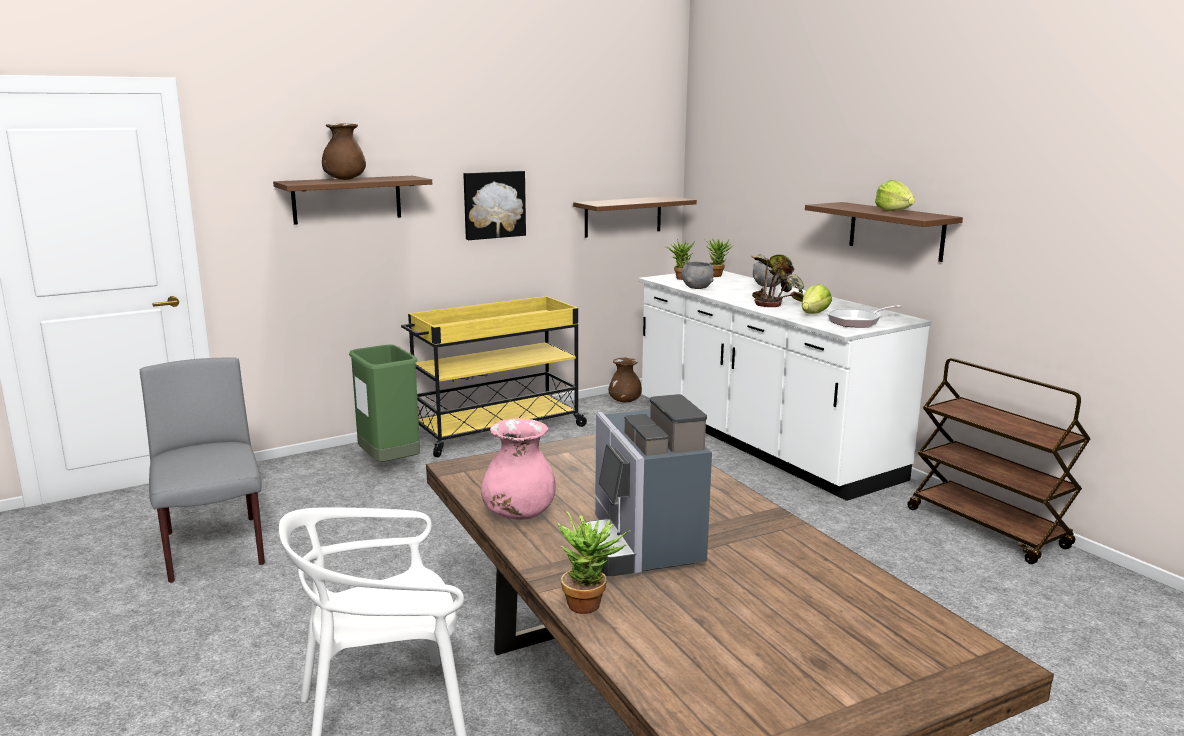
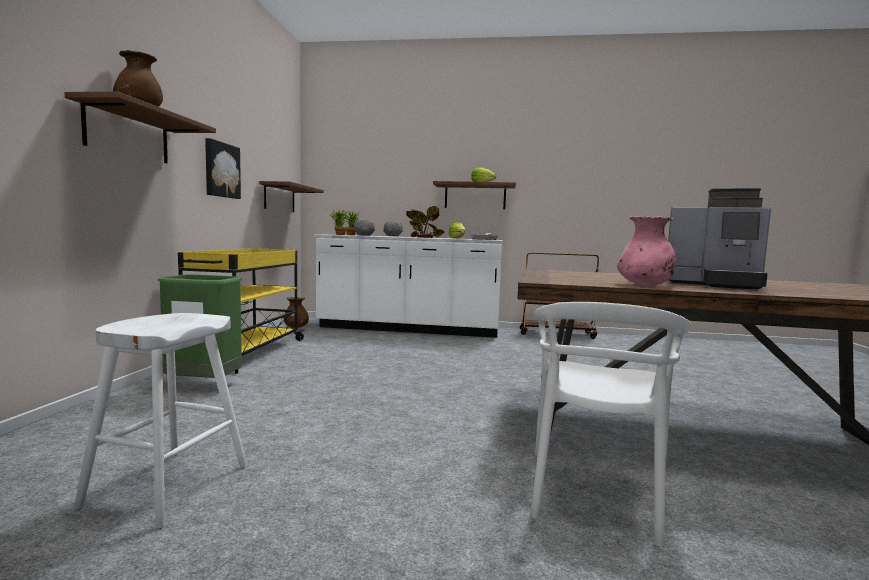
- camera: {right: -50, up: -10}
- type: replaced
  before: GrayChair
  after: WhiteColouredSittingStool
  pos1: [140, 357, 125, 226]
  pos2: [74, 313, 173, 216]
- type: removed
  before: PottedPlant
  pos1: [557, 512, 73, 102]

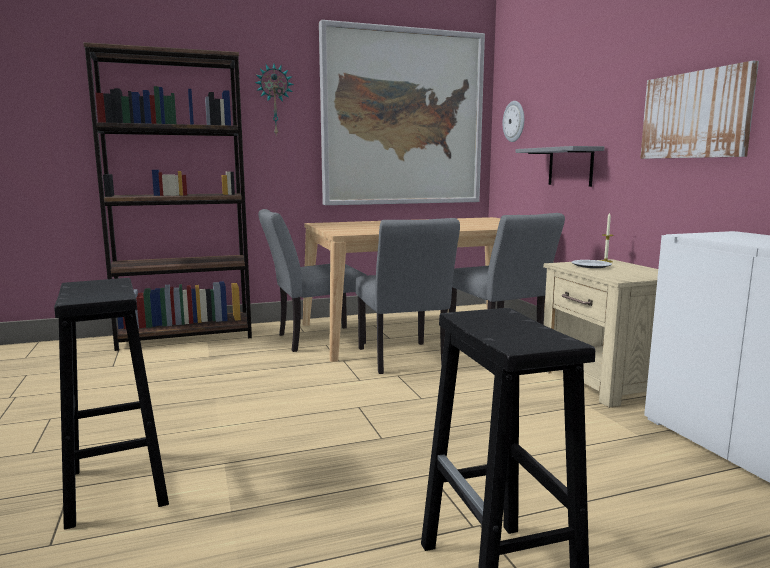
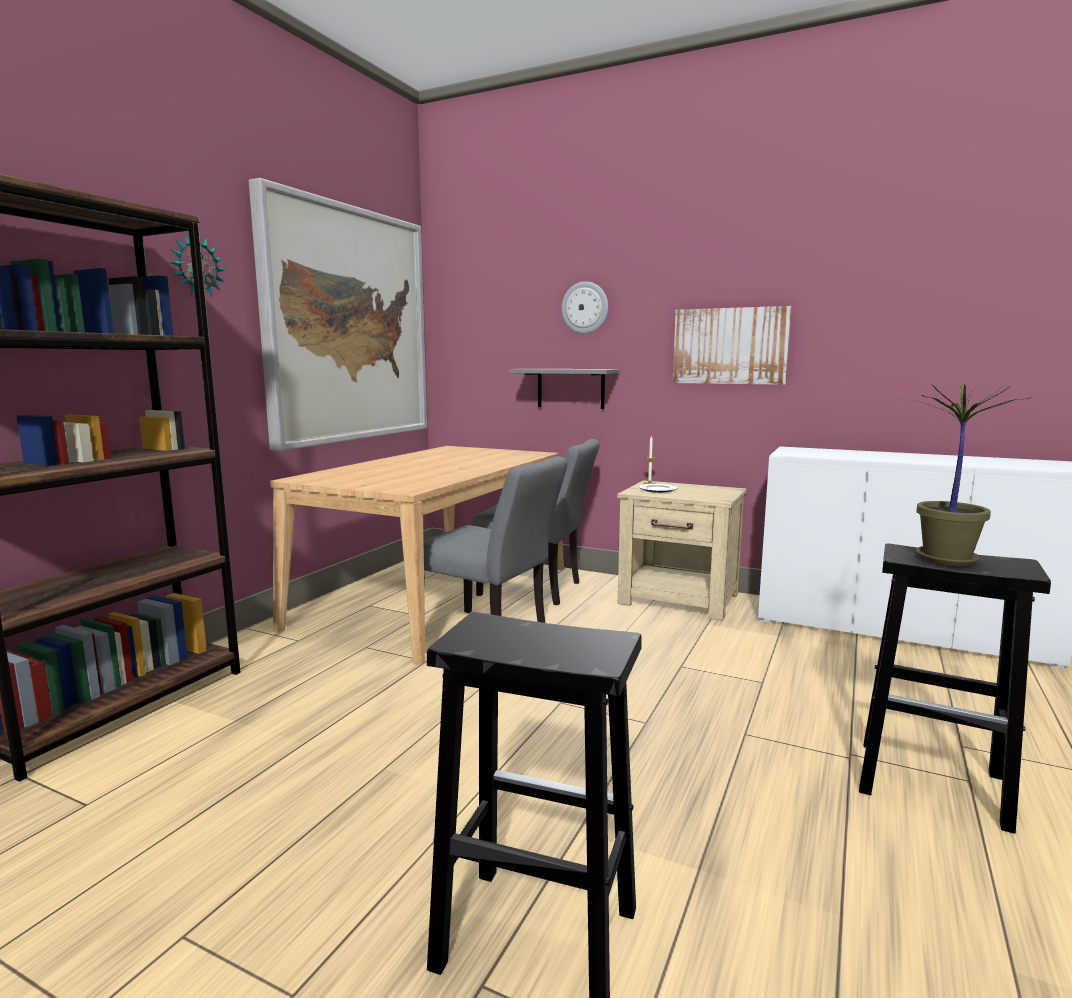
- camera: {right: -45, up: 0}
- type: removed
  before: GrayChair
  pos1: [258, 209, 109, 143]
- type: moved
  before: WallClock
  pos1: [503, 101, 21, 41]
  pos2: [561, 281, 47, 53]
- type: added
  after: PottedPlant
  pos2: [899, 385, 132, 181]

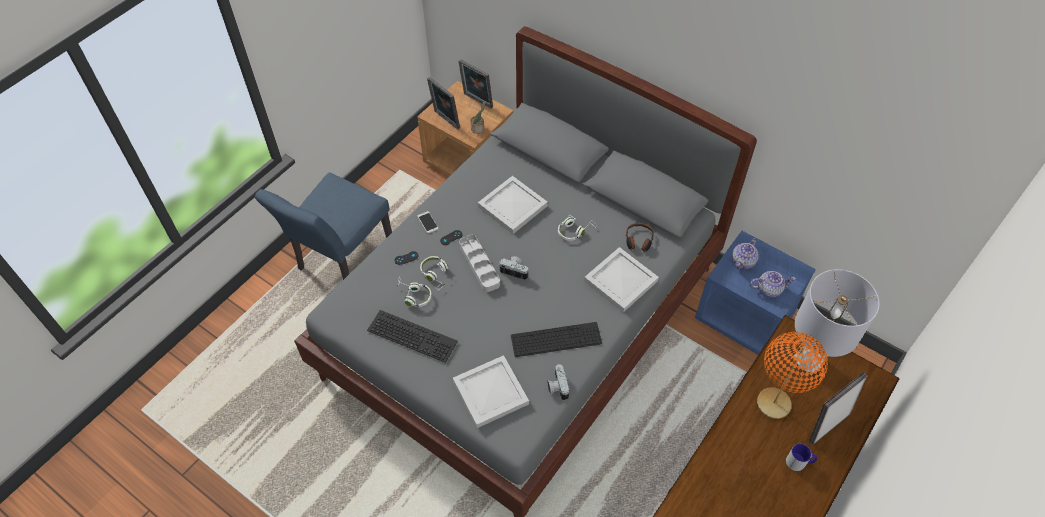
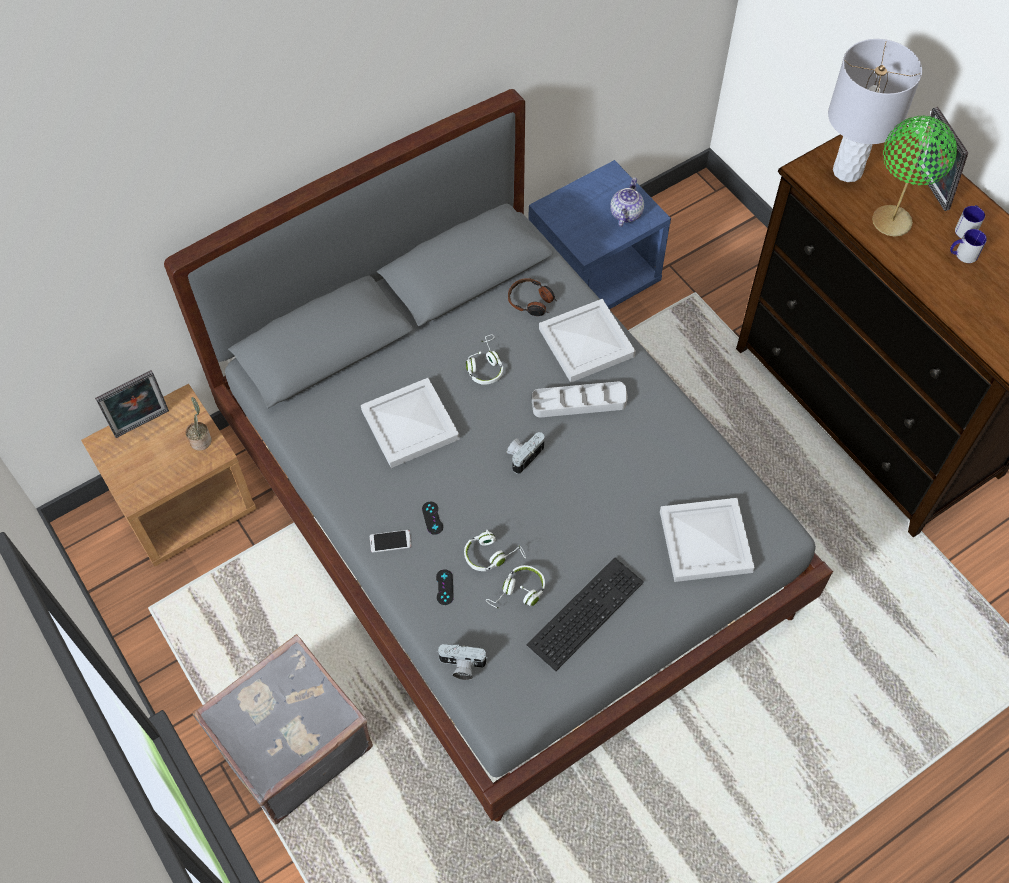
- camera: {right: -70, up: 5}
- type: replaced
  before: BlueColouredChair
  after: GraySuitcase
  pos1: [255, 172, 137, 108]
  pos2: [193, 634, 180, 191]
- type: removed
  before: PictureFrame
  pos1: [427, 77, 33, 53]
- type: moved
  before: GrayServingTray
  pos1: [459, 235, 41, 57]
  pos2: [532, 382, 96, 35]
- type: removed
  before: ComputerKeyboard
  pos1: [511, 322, 91, 35]
- type: moved
  before: StillCamera
  pos1: [547, 364, 23, 36]
  pos2: [437, 644, 50, 36]
- type: removed
  before: Teapot
  pos1: [732, 238, 27, 31]
- type: recoloured
  before: OrangeColouredTableLamp
  after: GreenColouredTableLamp
  pos1: [757, 332, 71, 87]
  pos2: [872, 116, 85, 120]
- type: added
  after: CoffeeMug
  pos2: [950, 229, 37, 34]

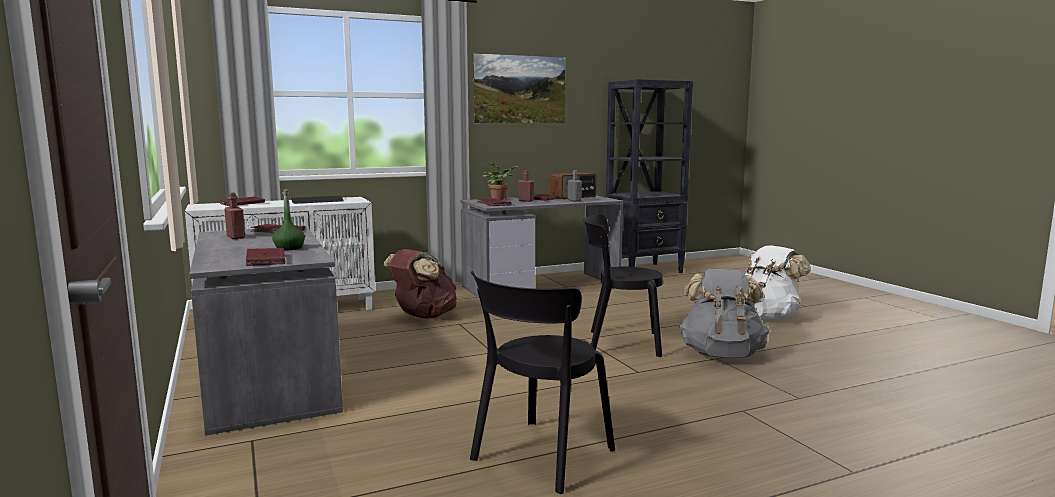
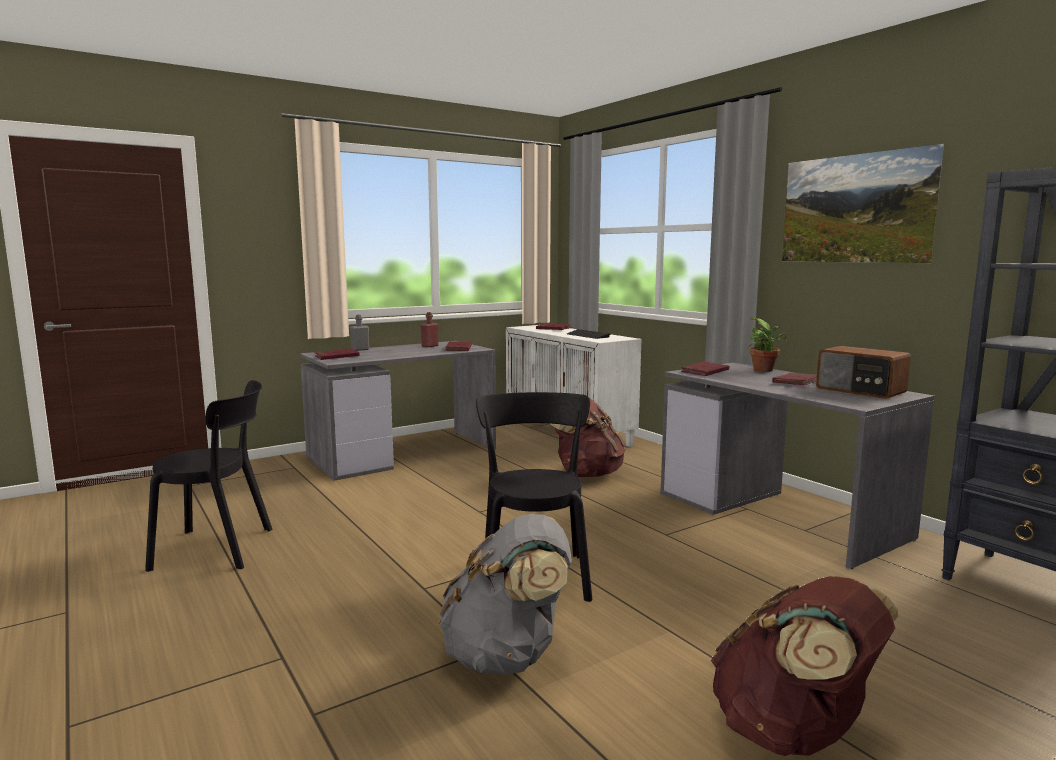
- camera: {right: 80, up: 0}
- type: removed
  before: GreenColouredBottle
  pos1: [272, 189, 33, 61]
- type: turned
  before: BlackChair
  pos1: [470, 271, 145, 223]
  pos2: [145, 380, 127, 192]
  turn: 150
- type: removed
  before: RedColouredBottle
  pos1: [518, 170, 16, 32]
- type: moved
  before: GrayBottle
  pos1: [568, 170, 14, 32]
  pos2: [350, 314, 19, 37]
- type: recoloured
  before: WhiteColouredBackpack
  after: BrownBackpack
  pos1: [745, 245, 66, 74]
  pos2: [711, 576, 188, 180]

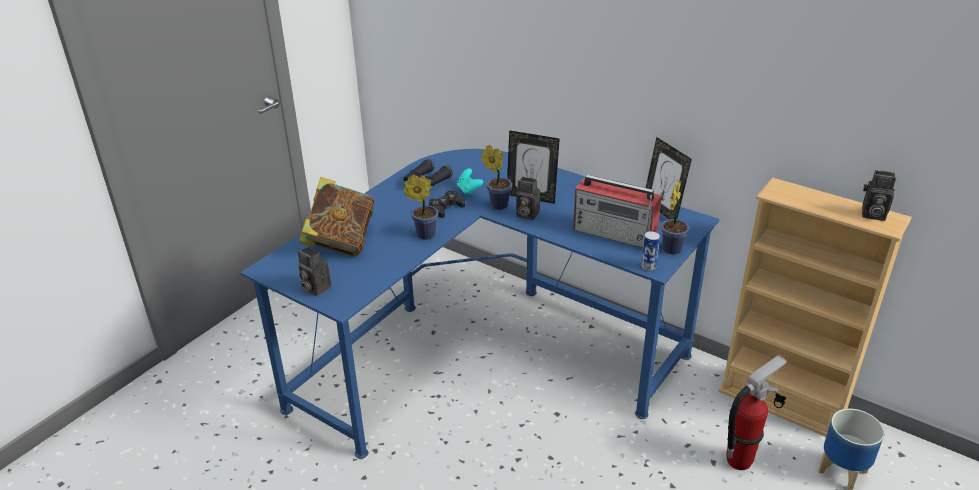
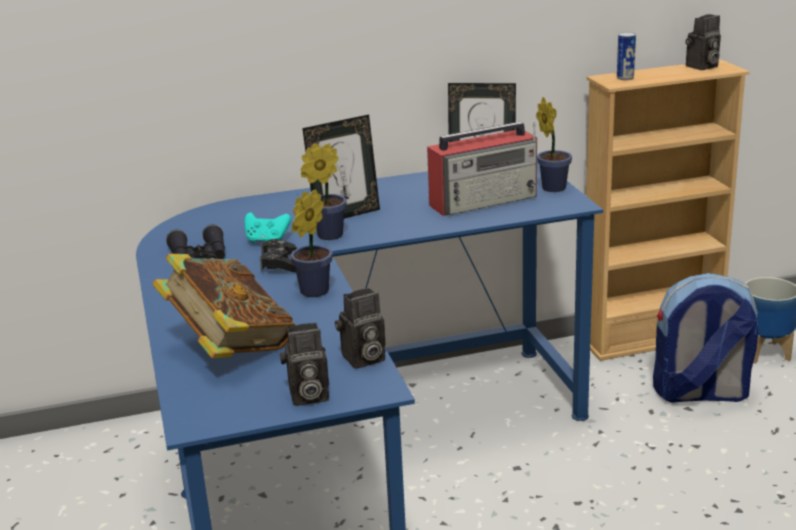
- camera: {right: -50, up: -10}
- type: moved
  before: StillCamera
  pos1: [516, 177, 24, 43]
  pos2: [335, 288, 50, 81]
- type: moved
  before: SealedCan
  pos1: [641, 231, 19, 40]
  pos2: [617, 32, 19, 48]
- type: replaced
  before: FireExtinguisher
  after: Backpack
  pos1: [726, 355, 61, 115]
  pos2: [653, 273, 105, 130]

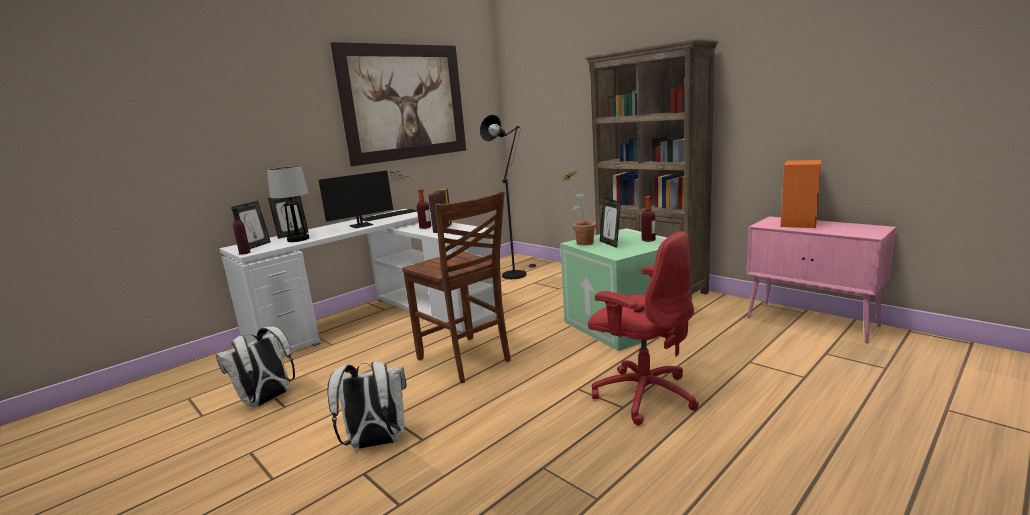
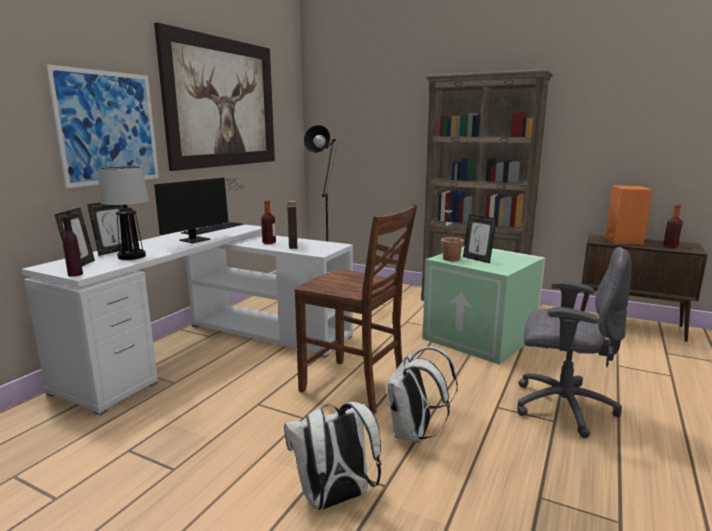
- camera: {right: -20, up: 0}
- type: moved
  before: WhiteColouredBackpack
  pos1: [216, 327, 79, 80]
  pos2: [387, 346, 71, 97]
- type: recoloured
  before: RedColouredComputerChair
  after: GrayComputerChair
  pos1: [588, 231, 111, 194]
  pos2: [517, 247, 115, 191]
- type: moved
  before: Bottle
  pos1: [641, 196, 14, 46]
  pos2: [663, 205, 20, 43]
- type: recoloured
  before: PinkCabinet
  after: BrownCabinet
  pos1: [747, 216, 149, 127]
  pos2: [580, 234, 128, 108]
- type: added
  after: WallArt
  pos2: [45, 64, 114, 124]

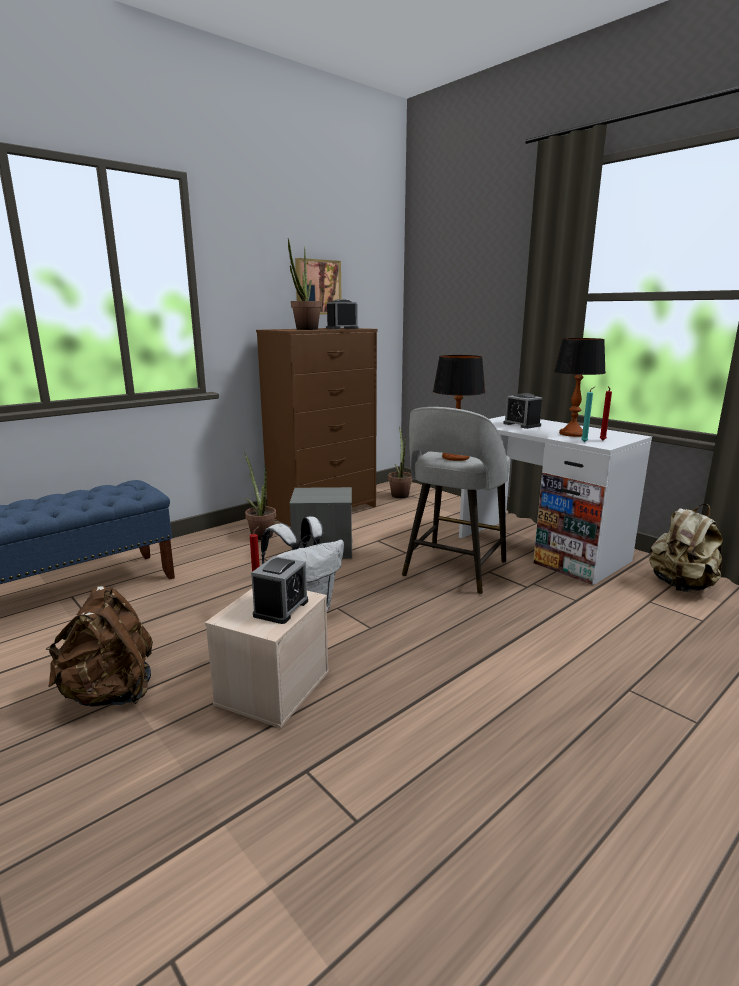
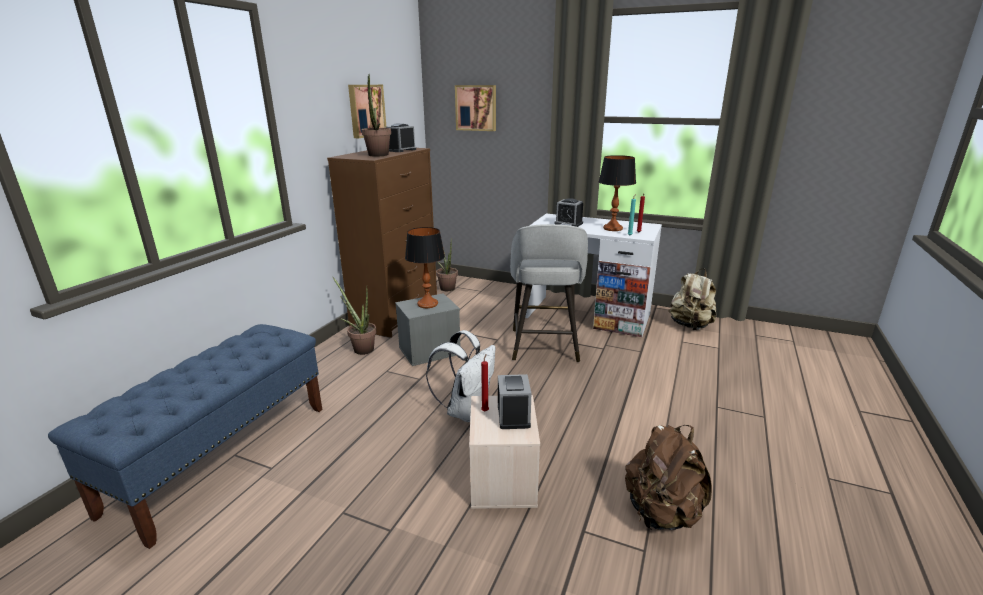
- camera: {right: -25, up: 5}
- type: moved
  before: BrownBackpack
  pos1: [46, 586, 107, 120]
  pos2: [625, 425, 87, 105]
- type: moved
  before: TableLamp
  pos1: [433, 355, 53, 106]
  pos2: [405, 227, 40, 81]
- type: added
  after: WallArt
  pos2: [455, 85, 41, 46]

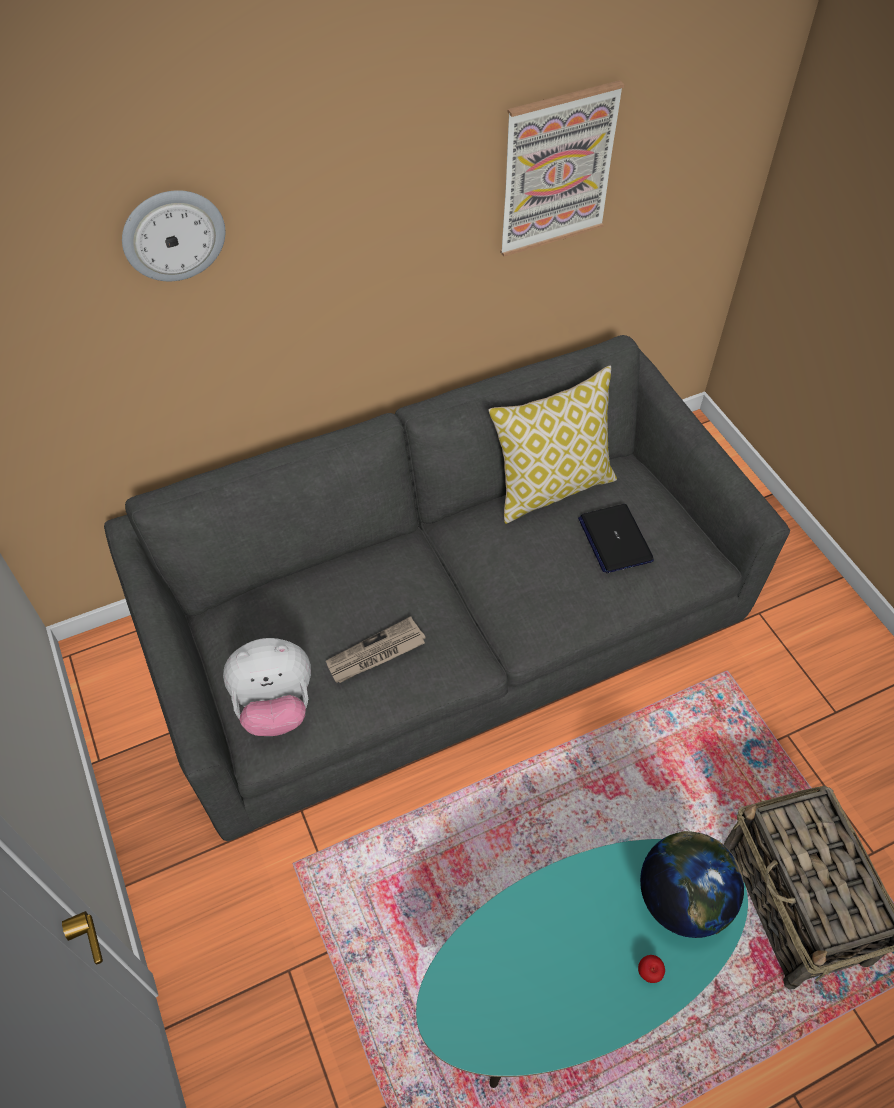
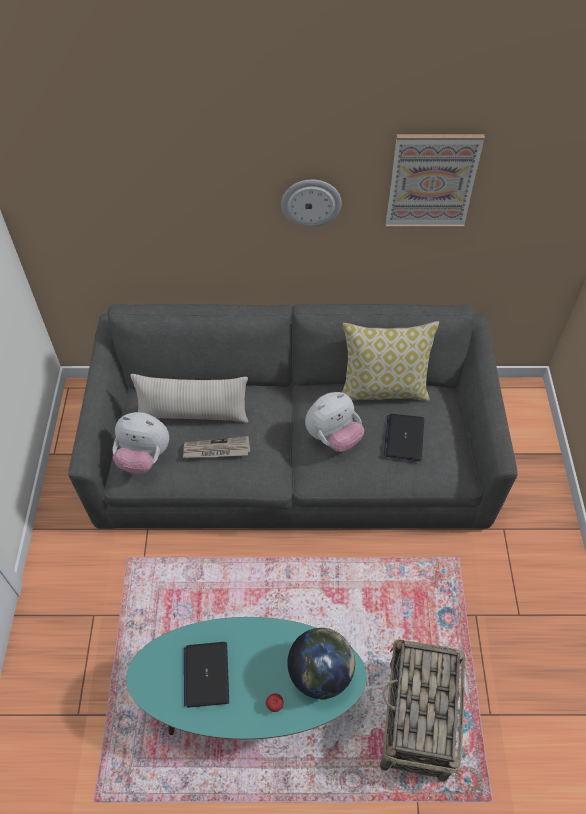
- camera: {right: 25, up: 0}
- type: moved
  before: WallClock
  pos1: [122, 190, 103, 91]
  pos2: [281, 180, 61, 47]
- type: added
  after: SandColouredThrowPillow
  pos2: [130, 374, 118, 49]
- type: added
  after: NotebookComputer
  pos2: [184, 642, 45, 66]
- type: added
  after: PlushToy
  pos2: [305, 392, 59, 60]

